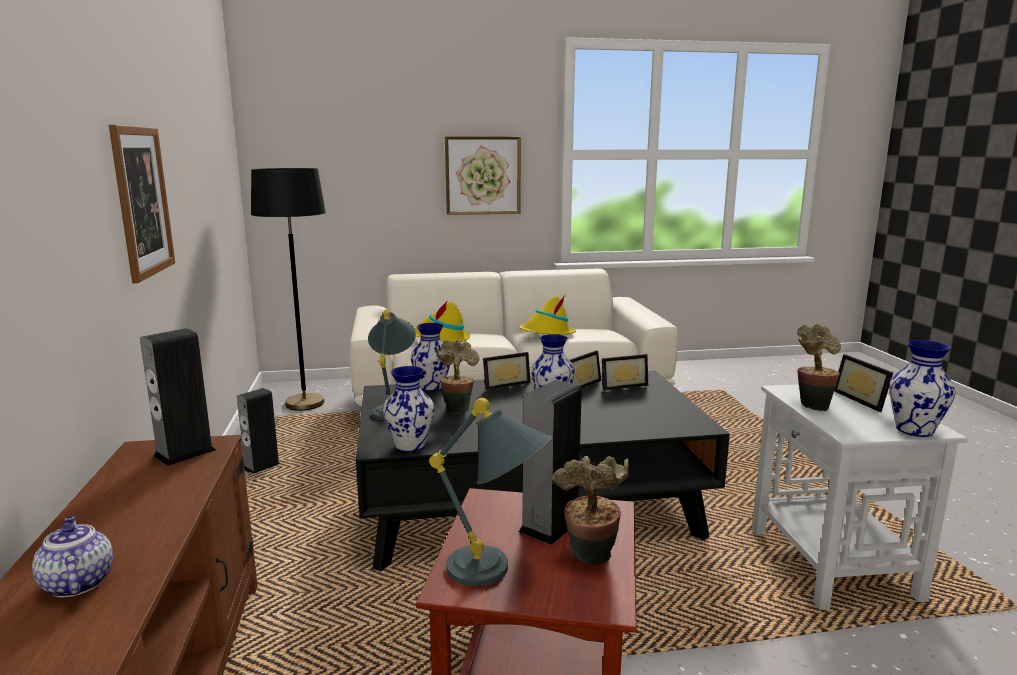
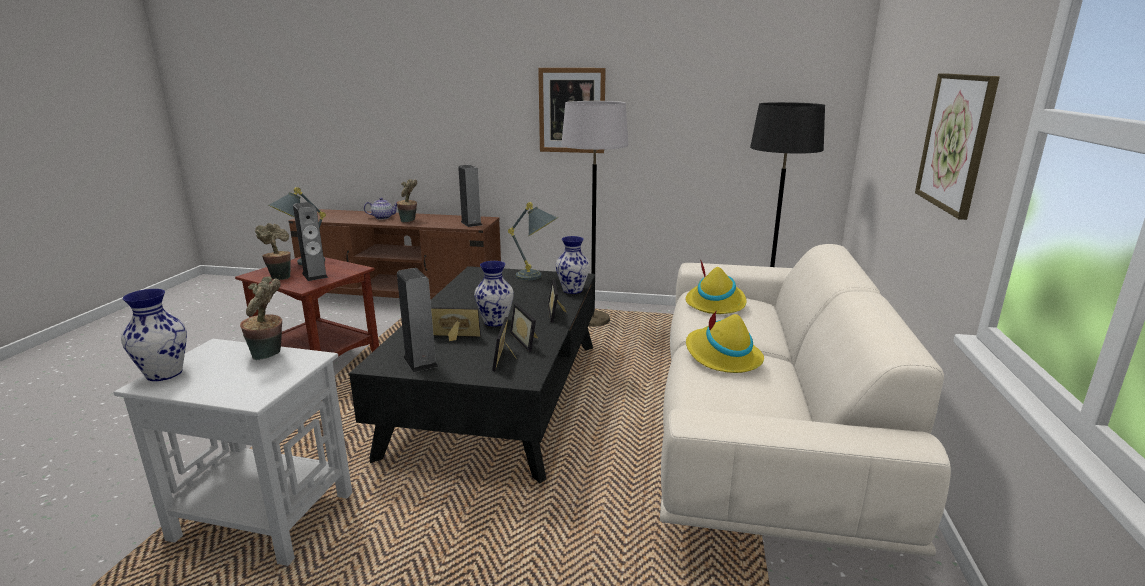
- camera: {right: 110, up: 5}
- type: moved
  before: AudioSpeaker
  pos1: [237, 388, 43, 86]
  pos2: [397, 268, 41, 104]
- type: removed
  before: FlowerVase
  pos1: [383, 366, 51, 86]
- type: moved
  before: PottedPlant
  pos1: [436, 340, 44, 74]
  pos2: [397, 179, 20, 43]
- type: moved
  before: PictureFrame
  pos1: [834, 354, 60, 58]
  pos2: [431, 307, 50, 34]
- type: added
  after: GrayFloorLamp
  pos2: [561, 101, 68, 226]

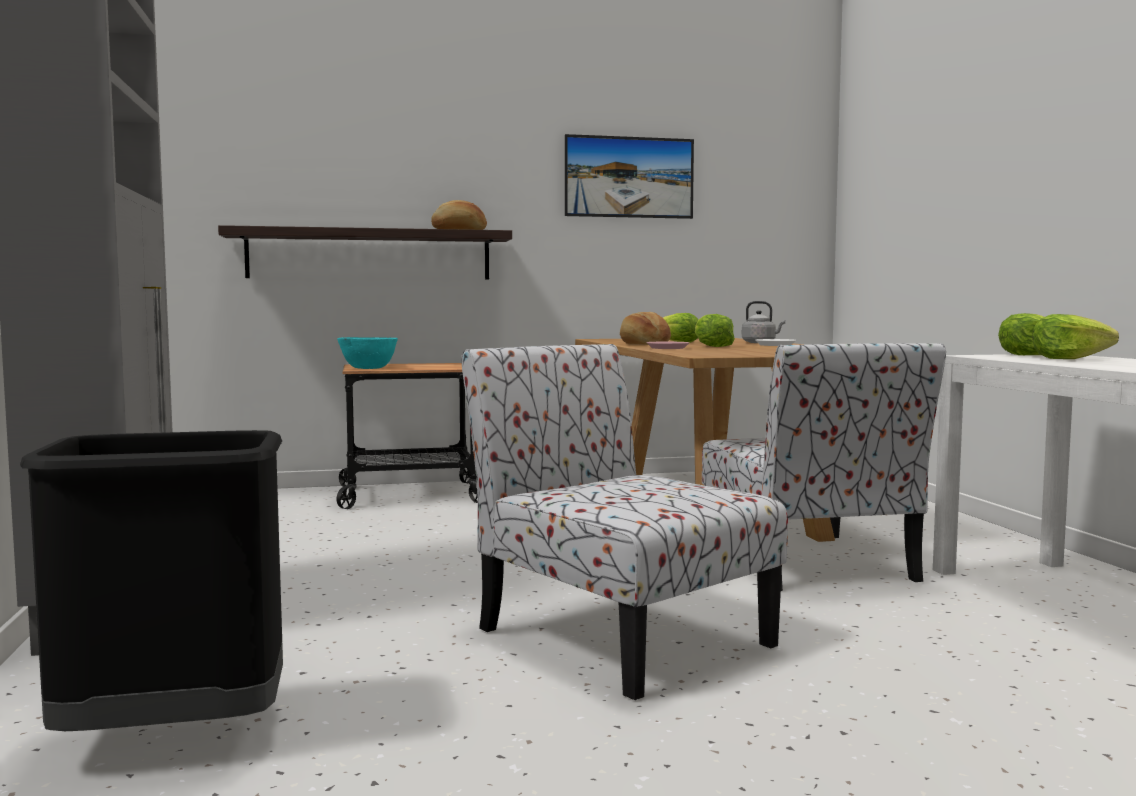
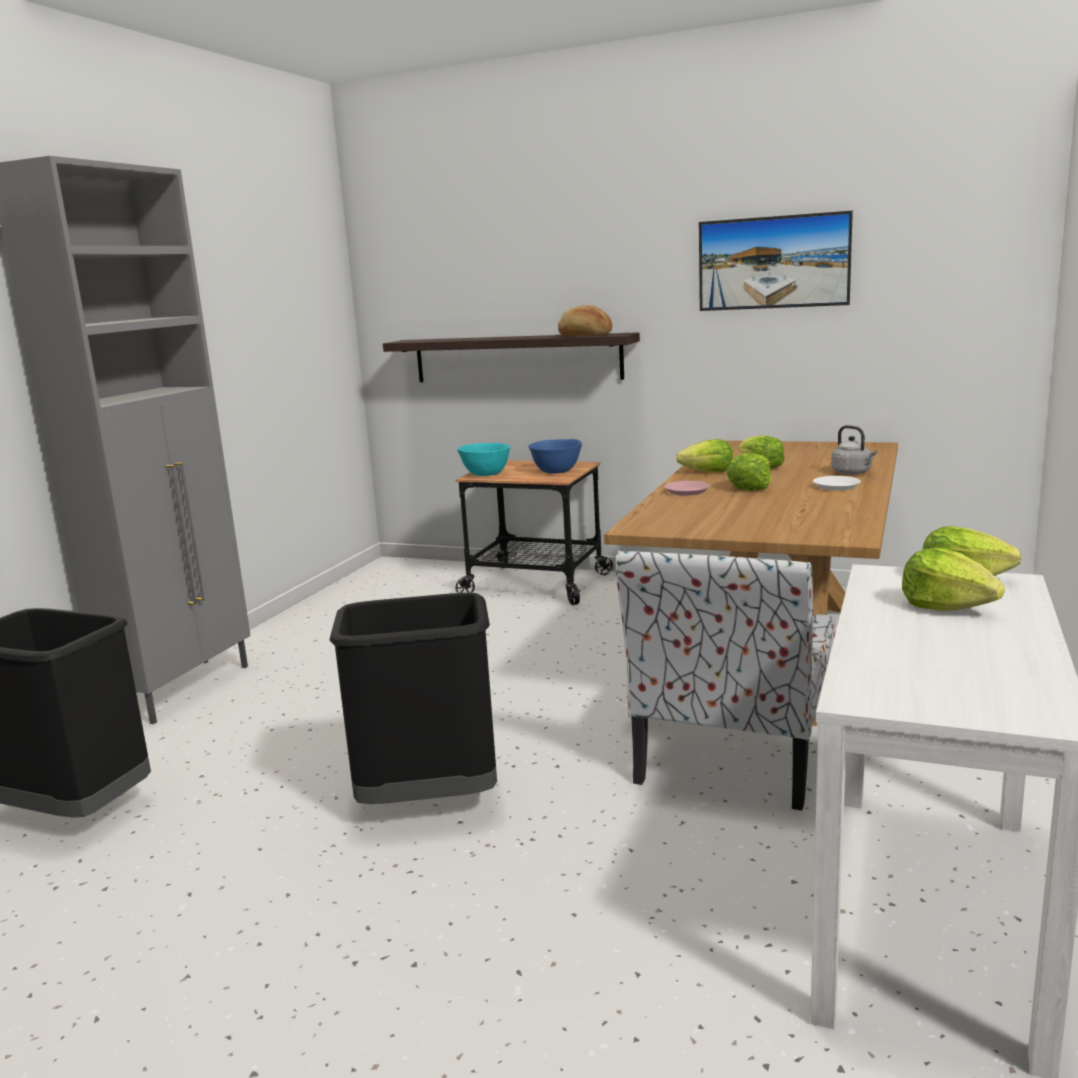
- camera: {right: 35, up: 10}
- type: replaced
  before: Chair
  after: BlackTrashCan
  pos1: [461, 344, 327, 356]
  pos2: [329, 593, 168, 211]
- type: replaced
  before: Bread
  after: LettuceHead
  pos1: [620, 312, 51, 33]
  pos2: [676, 439, 57, 33]
- type: added
  after: BlueColouredDeepDish
  pos2: [529, 439, 53, 35]

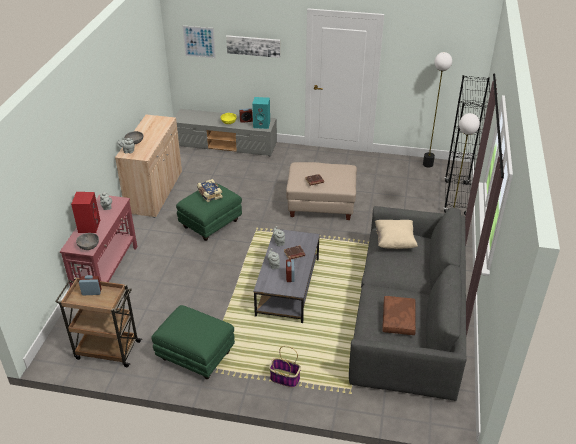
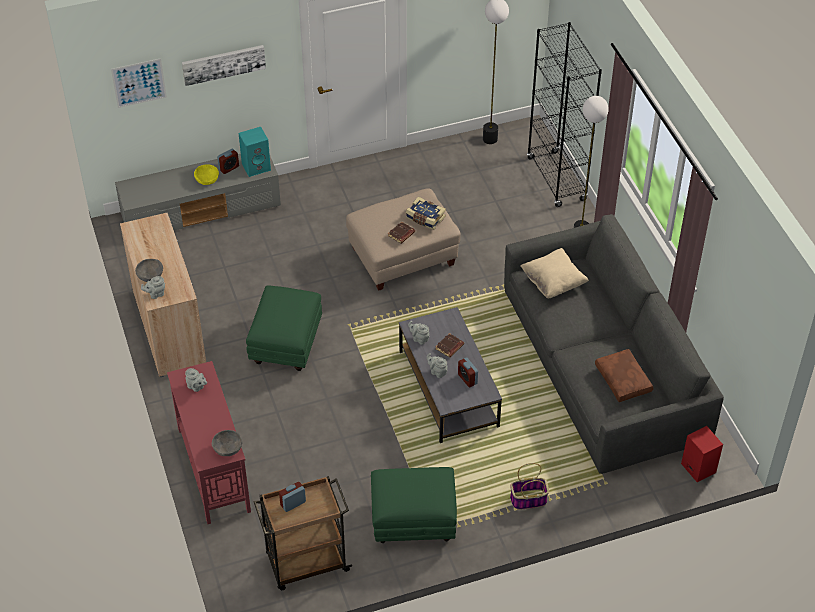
- camera: {right: -30, up: 10}
- type: moved
  before: RedColouredAudioSpeaker
  pos1: [71, 192, 29, 41]
  pos2: [681, 426, 42, 56]
- type: moved
  before: BoundBook
  pos1: [197, 179, 26, 23]
  pos2: [406, 197, 40, 33]

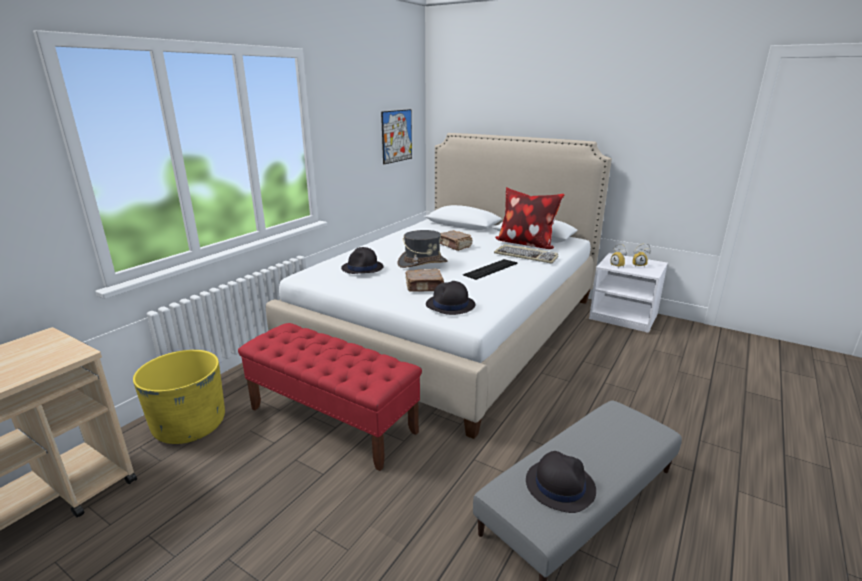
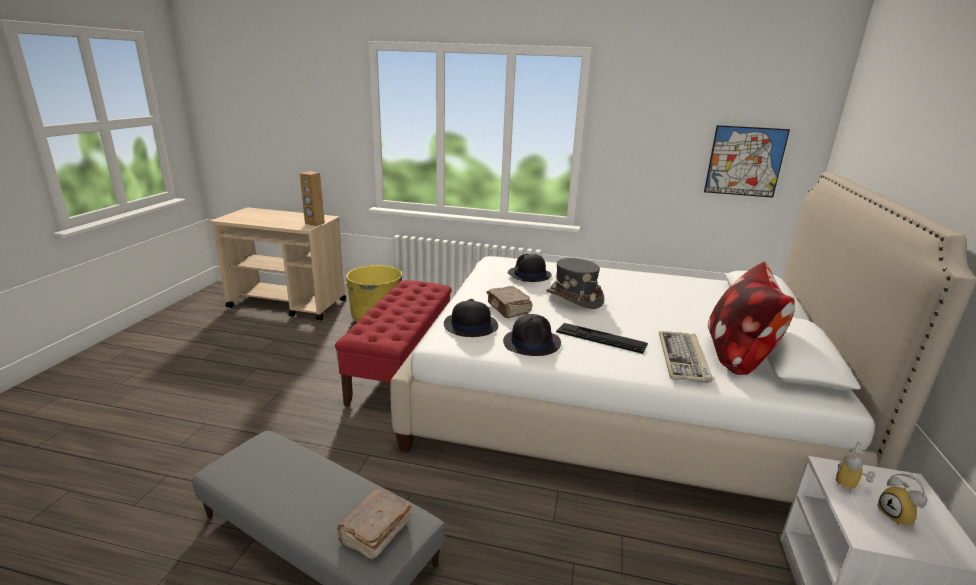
- camera: {right: 70, up: 0}
- type: moved
  before: BrownBoundBook
  pos1: [440, 230, 33, 21]
  pos2: [337, 488, 75, 73]
- type: moved
  before: BlackClothingHat
  pos1: [526, 451, 70, 62]
  pos2: [503, 314, 58, 42]
- type: added
  after: BrownAudioSpeaker
  pos2: [300, 171, 25, 55]

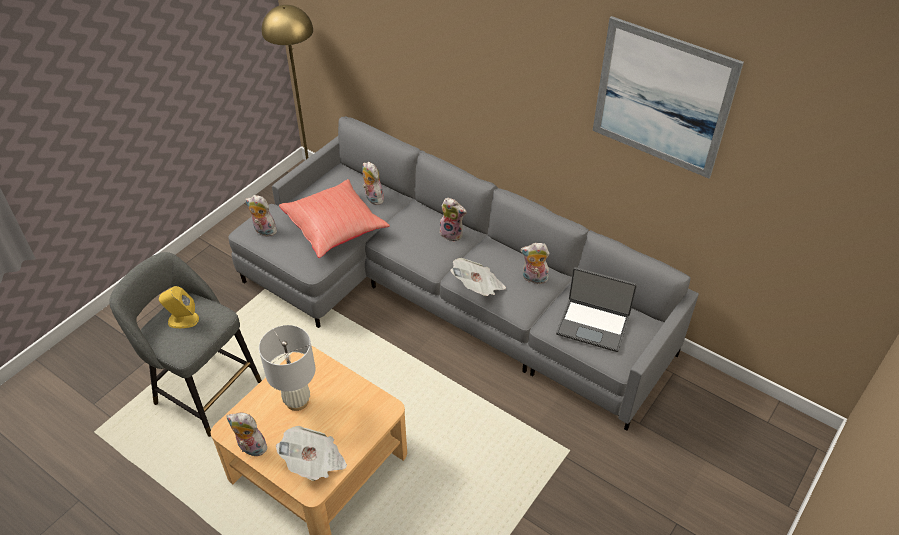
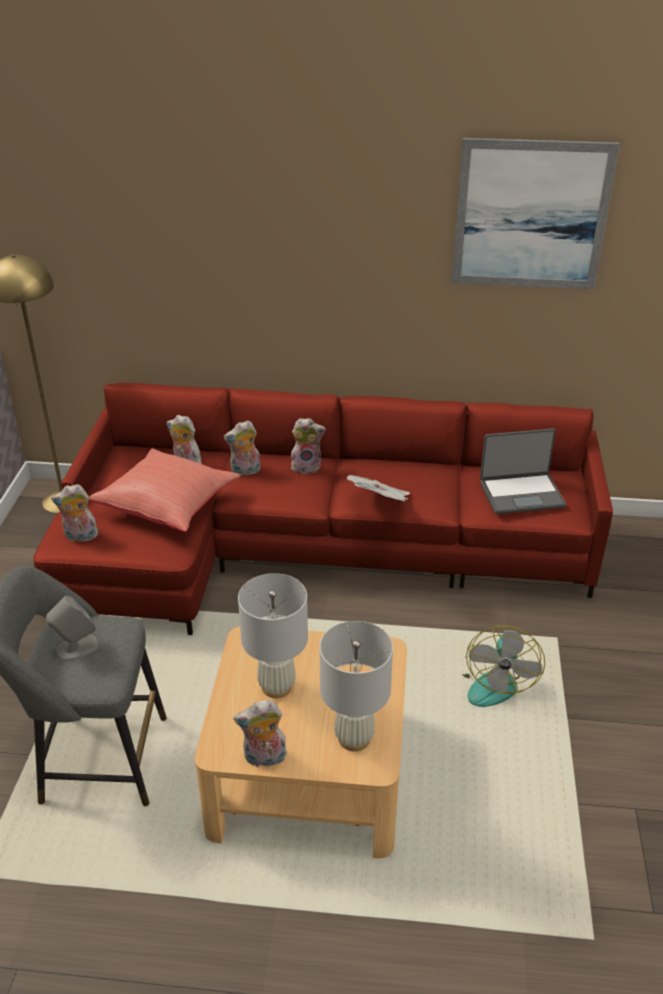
- camera: {right: -30, up: -10}
- type: recoloured
  before: YellowAudioSpeaker
  after: GrayAudioSpeaker
  pos1: [159, 286, 40, 42]
  pos2: [46, 596, 53, 65]
- type: recoloured
  before: GraySettee
  after: RedColouredSettee
  pos1: [228, 116, 471, 314]
  pos2: [33, 383, 580, 252]
- type: replaced
  before: Newspaper
  after: WhiteColouredTableLamp
  pos1: [276, 426, 71, 55]
  pos2: [320, 621, 73, 130]
- type: moved
  before: PlushToy
  pos1: [520, 243, 30, 41]
  pos2: [224, 421, 36, 55]
- type: added
  after: Fan
  pos2: [463, 626, 82, 81]

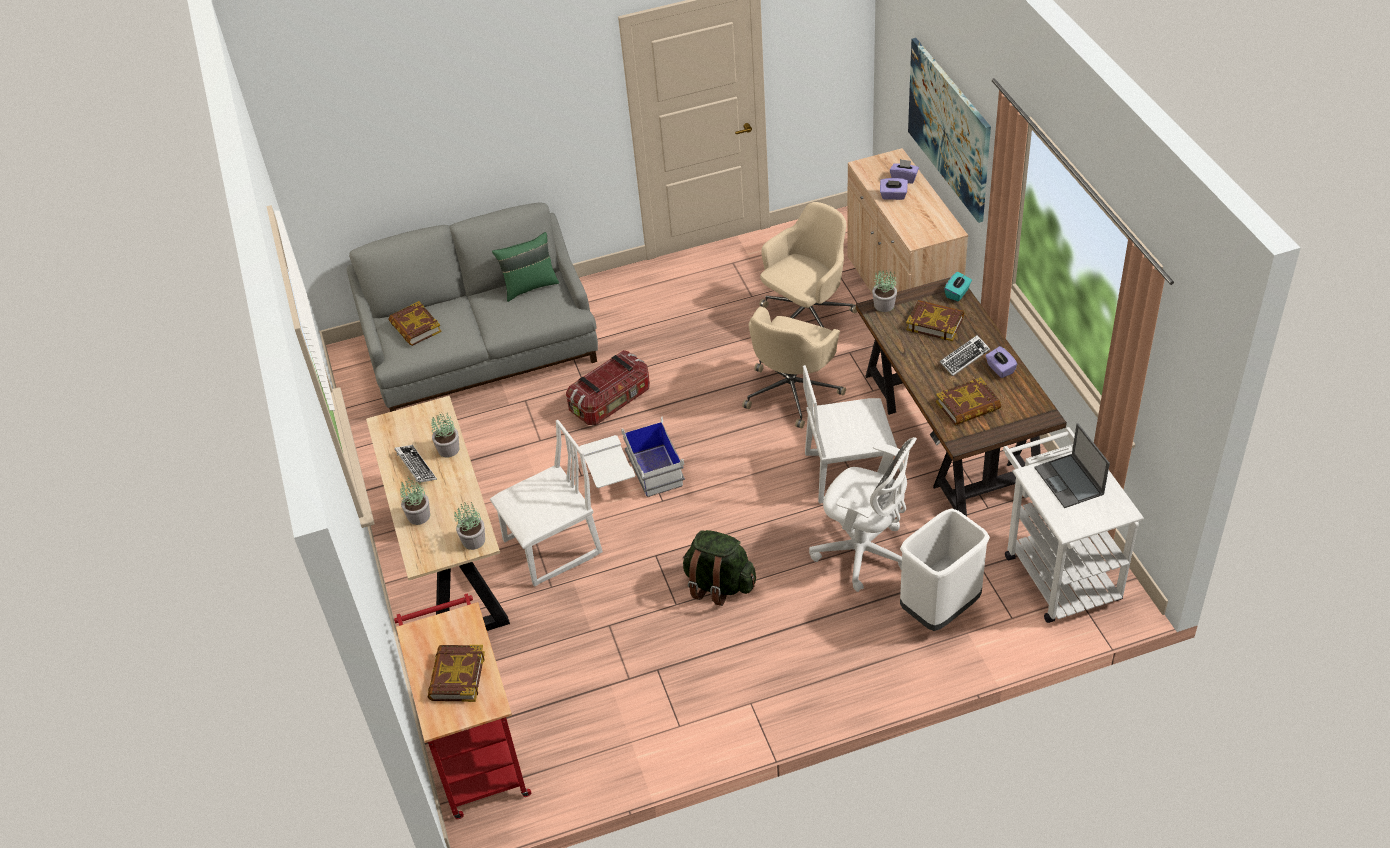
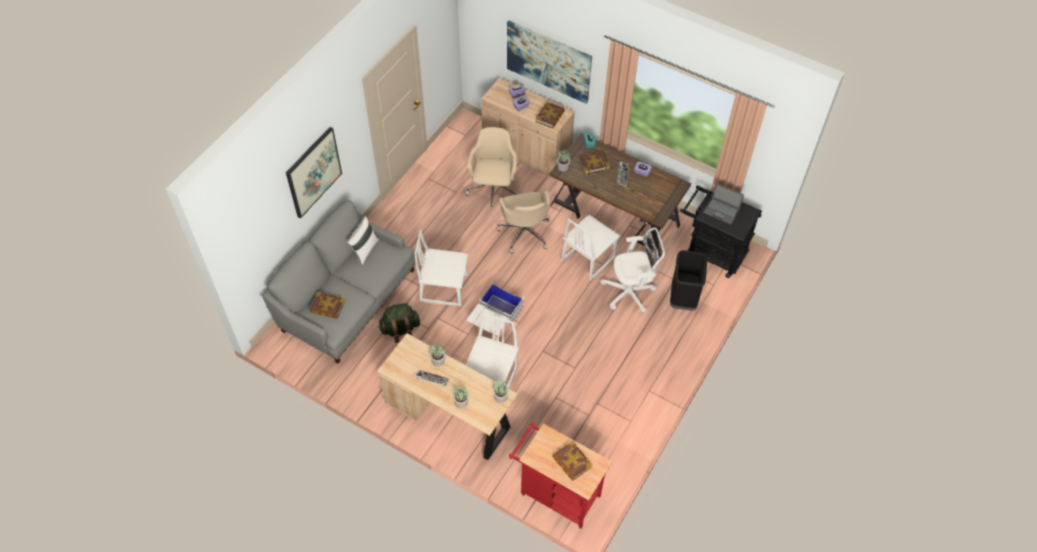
- camera: {right: -45, up: 10}
- type: recoloured
  before: GreenColouredThrowPillow
  after: WhiteColouredThrowPillow
  pos1: [492, 232, 67, 70]
  pos2: [347, 216, 32, 49]
- type: replaced
  before: StorageContainer
  after: WhiteColouredChair
  pos1: [566, 350, 84, 75]
  pos2: [415, 230, 53, 76]
- type: moved
  before: GreenColouredBackpack
  pos1: [682, 530, 74, 76]
  pos2: [378, 303, 42, 40]
- type: recoloured
  before: WhiteColouredTrashCan
  after: BlackTrashCan
  pos1: [900, 508, 90, 123]
  pos2: [670, 250, 37, 61]
- type: moved
  before: BoundBook
  pos1: [936, 377, 65, 48]
  pos2: [535, 101, 30, 27]
- type: recoloured
  before: WhiteColouredCart
  after: BlackCart
  pos1: [1003, 427, 141, 196]
  pos2: [680, 185, 82, 93]
- type: added
  after: WallArt
  pos2: [286, 127, 56, 91]

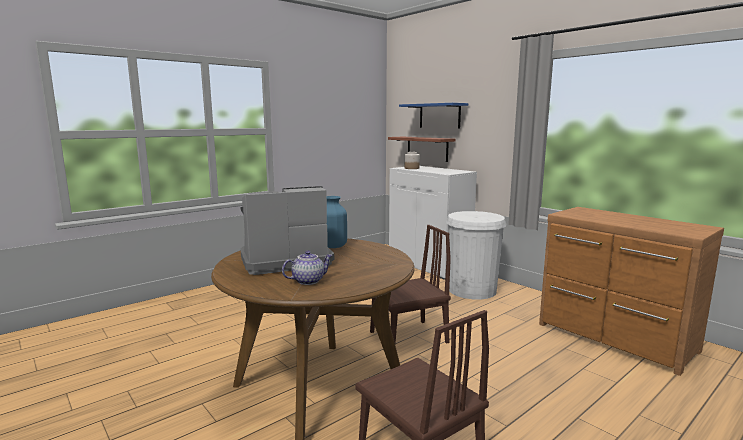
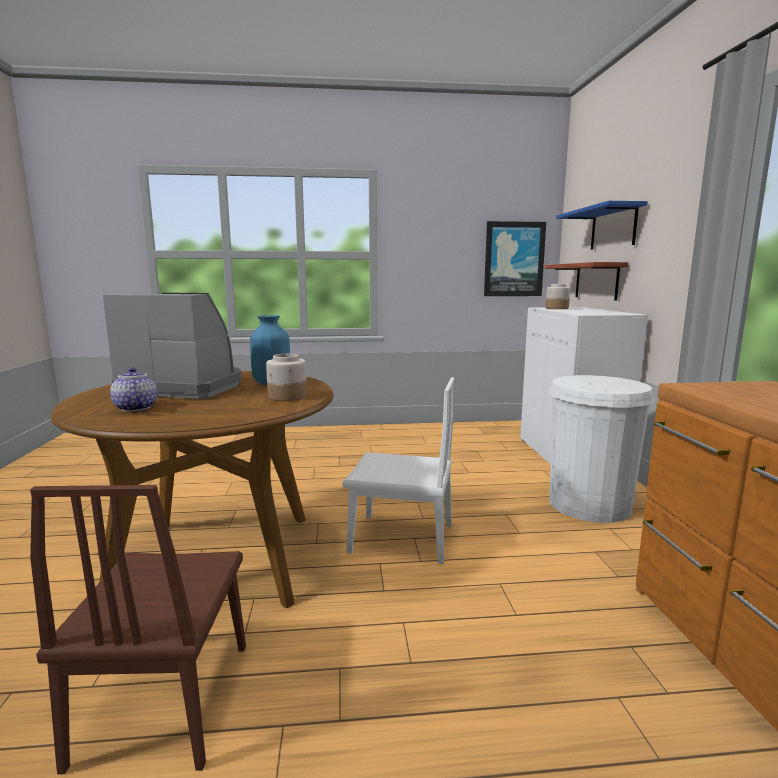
- camera: {right: 35, up: 0}
- type: turned
  before: Teapot
  pos1: [282, 251, 51, 34]
  pos2: [110, 367, 47, 45]
  turn: -120
- type: recoloured
  before: BrownChair
  after: WhiteColouredChair
  pos1: [370, 225, 81, 119]
  pos2: [342, 377, 112, 187]
- type: added
  after: PreserveJar
  pos2: [266, 354, 41, 47]
- type: added
  after: WallArt
  pos2: [484, 221, 62, 75]

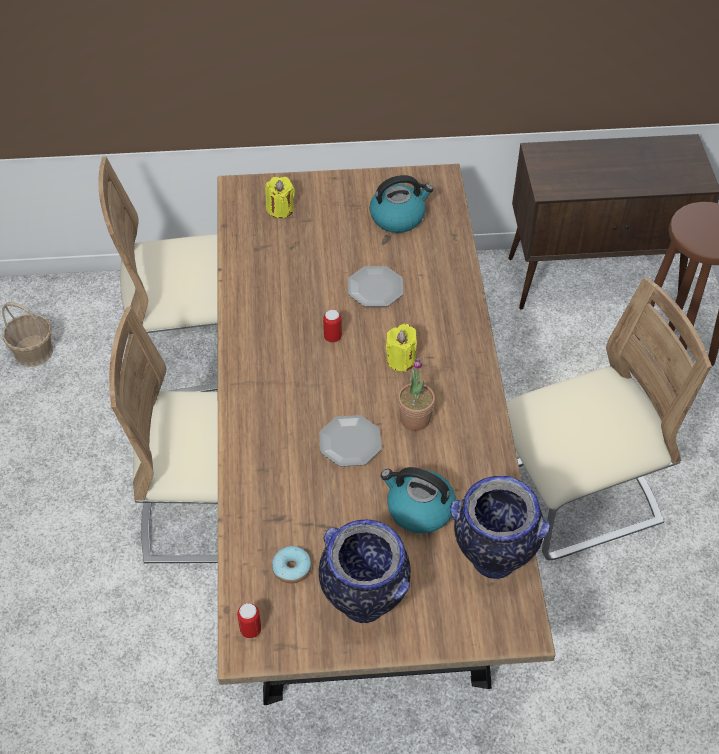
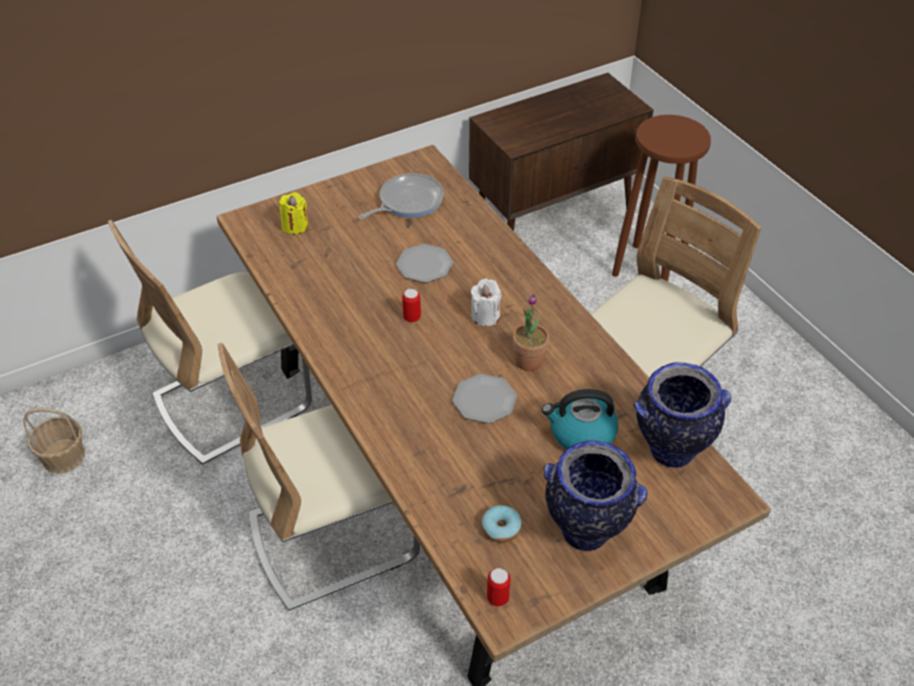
- camera: {right: -25, up: -5}
- type: replaced
  before: WaterKettle
  after: Pan
  pos1: [370, 175, 63, 58]
  pos2: [358, 173, 86, 46]
- type: recoloured
  before: YellowCandle
  after: WhiteColouredCandle
  pos1: [386, 324, 31, 48]
  pos2: [471, 279, 30, 47]

